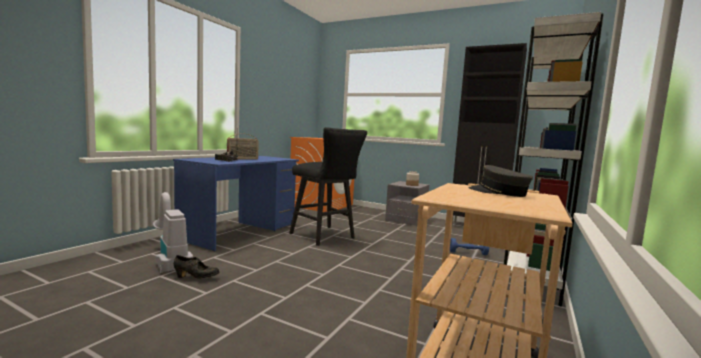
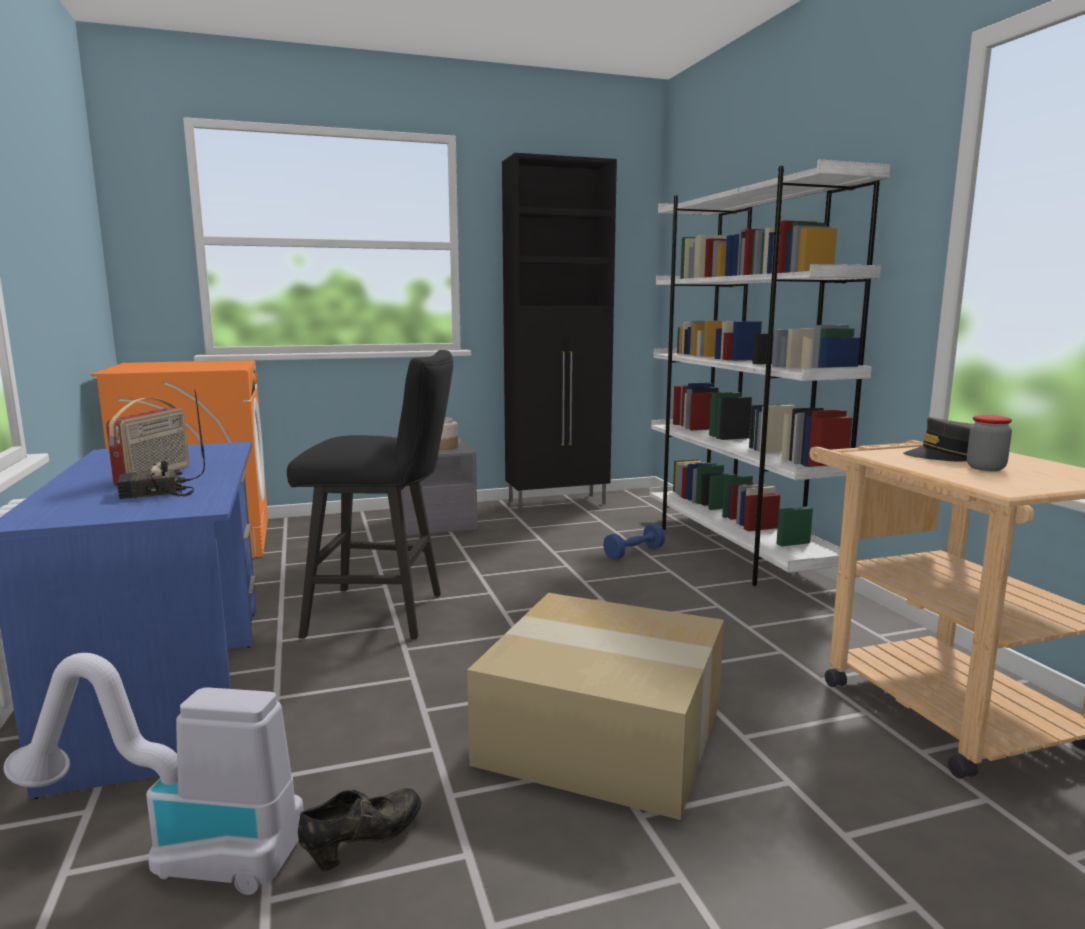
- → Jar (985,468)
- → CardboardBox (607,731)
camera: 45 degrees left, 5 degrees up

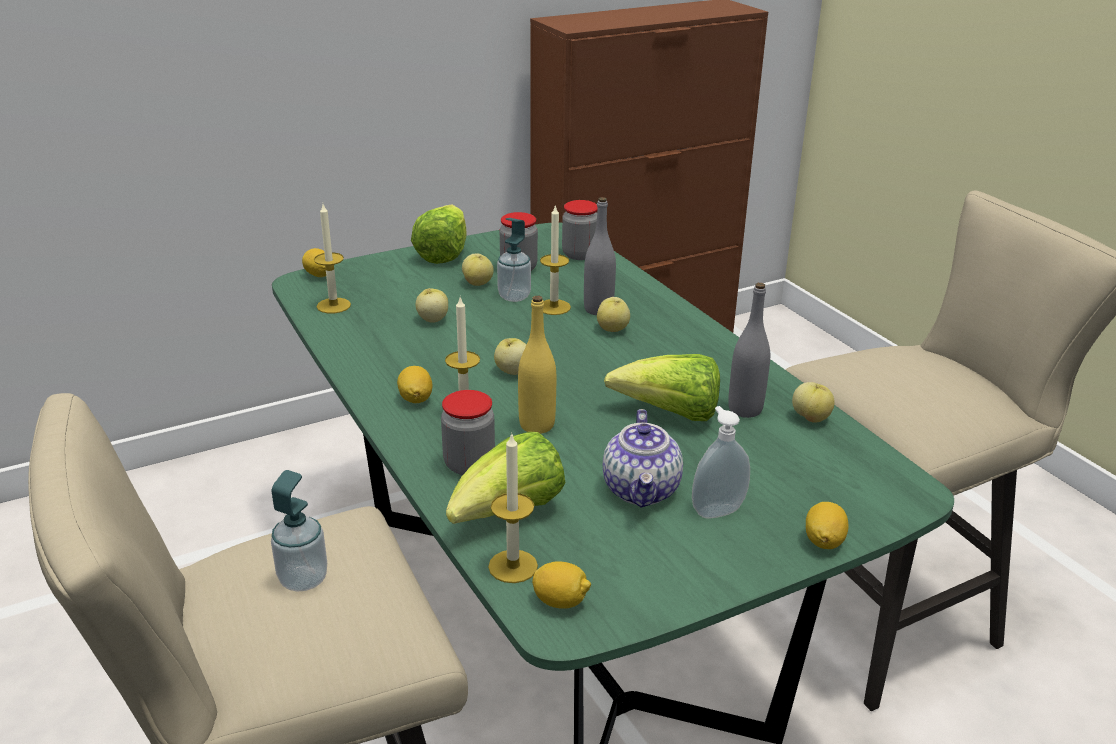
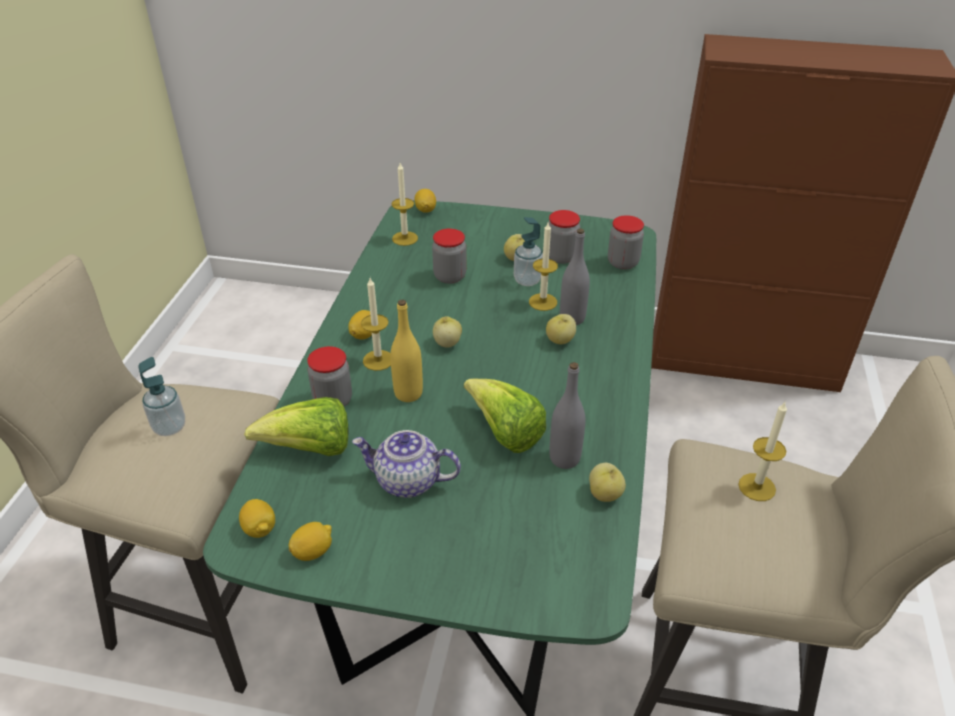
Lettuce (443,253) → -
Apple (432,320) → Jar (449,276)
SoapDispenser (716,510) → -
Teapot (642,490) → Teapot (407,481), 60 degrees clockwise
Candle (513,566) → Candle (757,487), move
Lemon (823,541) → Lemon (313,551), move
camera: 40 degrees right, 10 degrees up

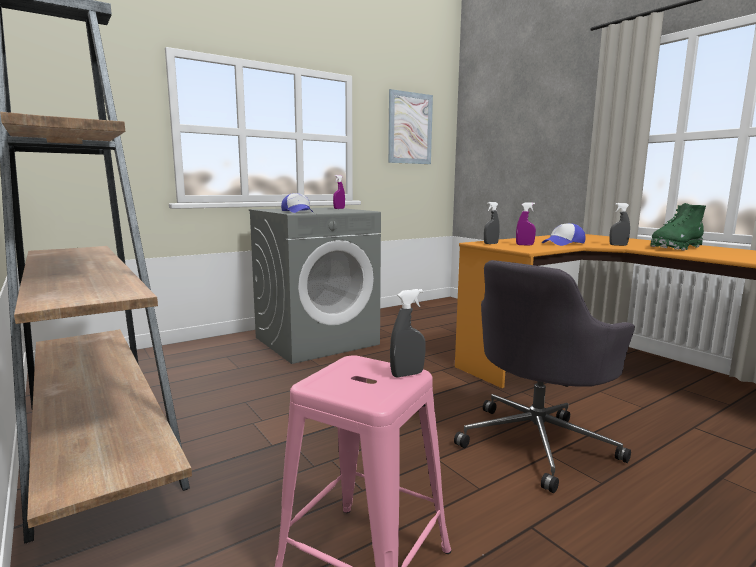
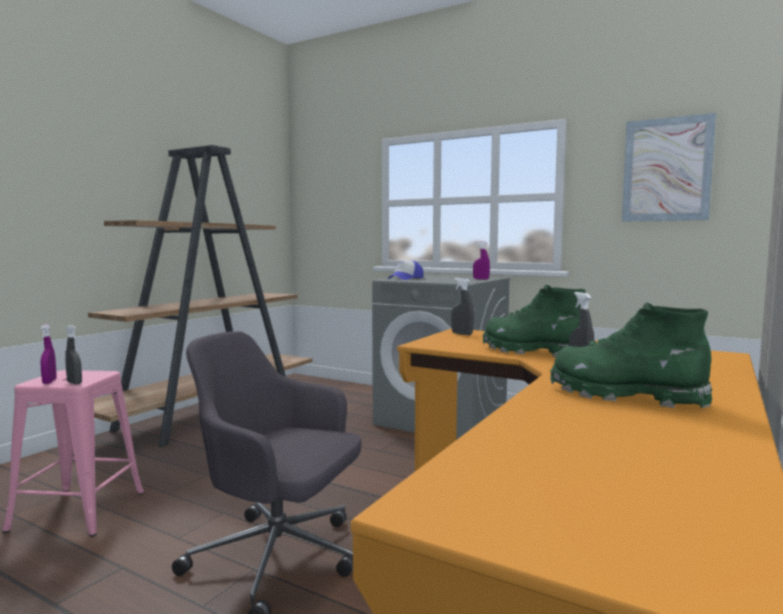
PurpleSprayBottle (524,245) → PurpleSprayBottle (49,382), move
Cap (563,243) → GreenBoot (533,351)
camera: 65 degrees right, 5 degrees down

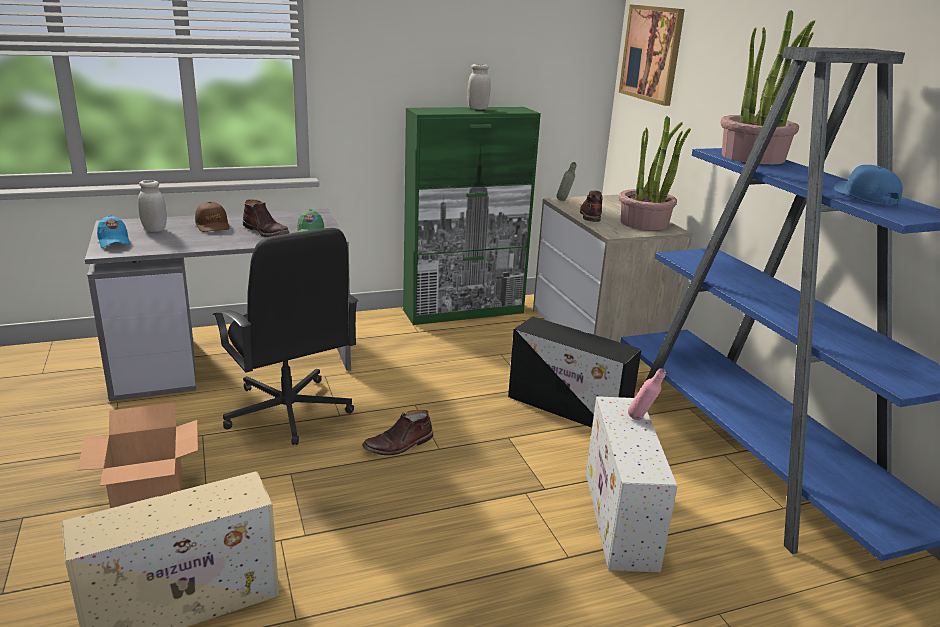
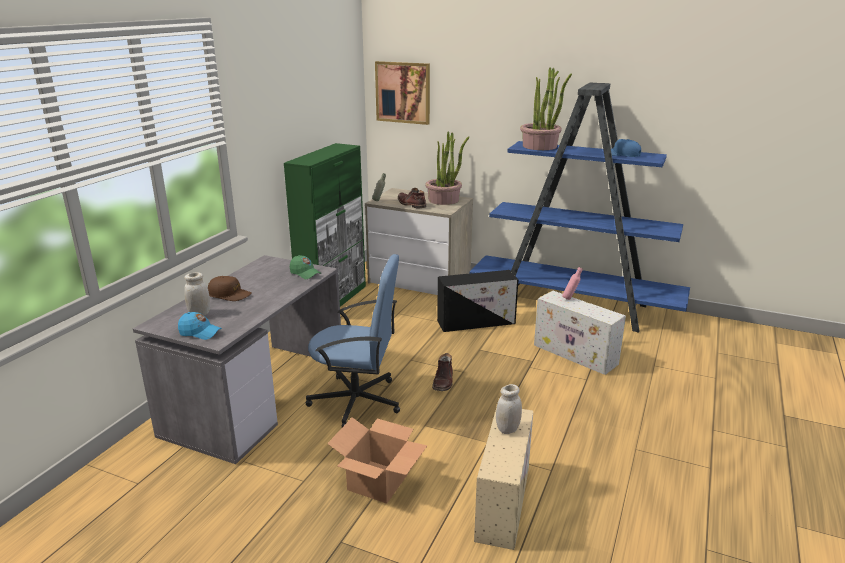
WhiteJar (477,108) → WhiteJar (507,429), move
BrownBoot (267,232) → -
BlackOfficeChair (288,411) → BlueOfficeChair (357,401)
camera: 45 degrees left, 0 degrees up

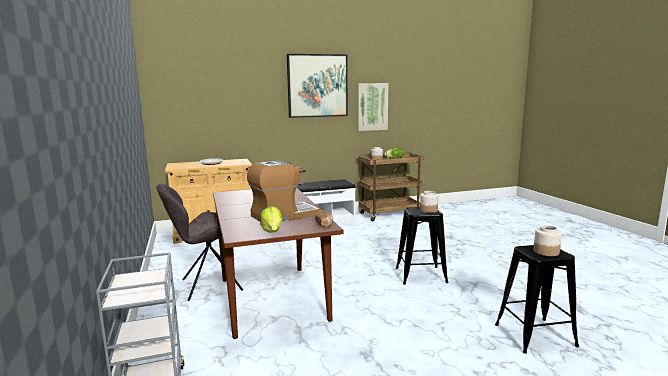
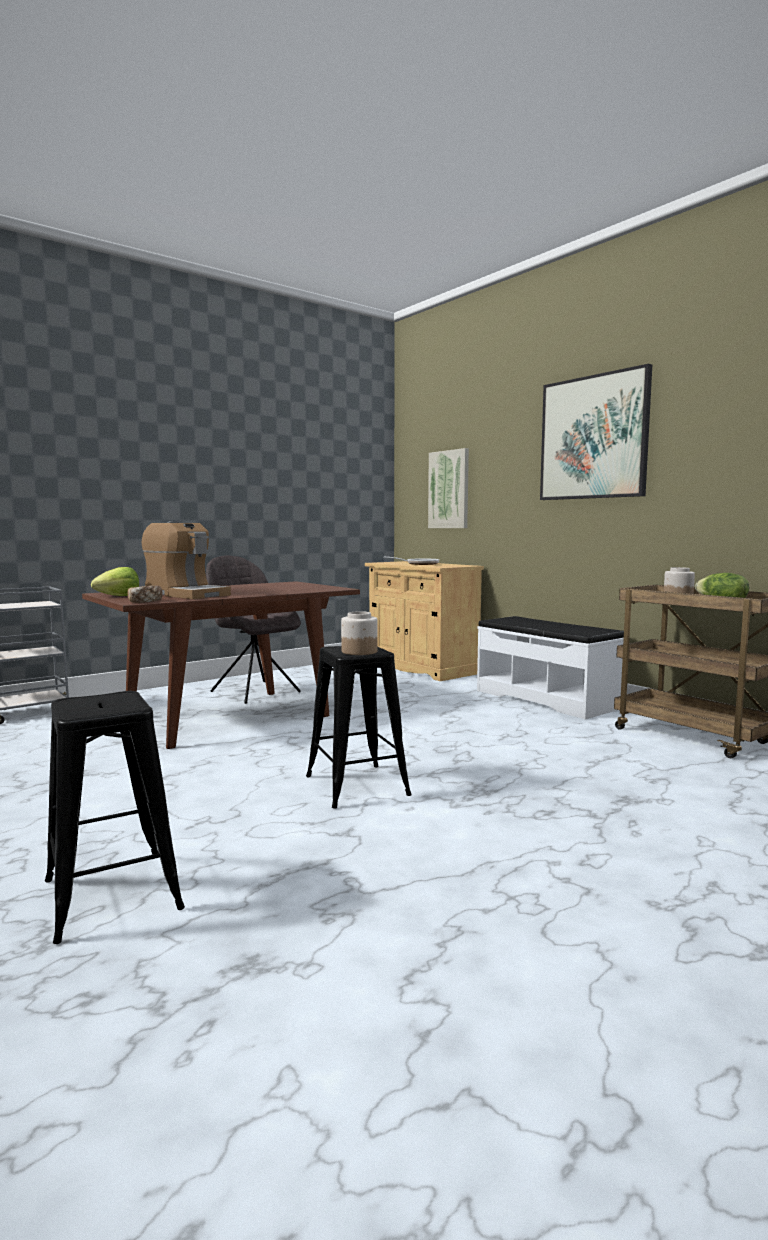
Picture (372,106) → Picture (449,489), move
Jar (546,252) → -
camera: 70 degrees right, 5 degrees down

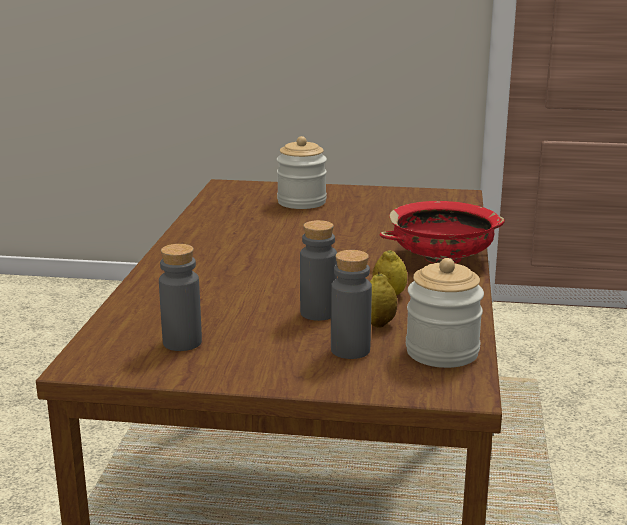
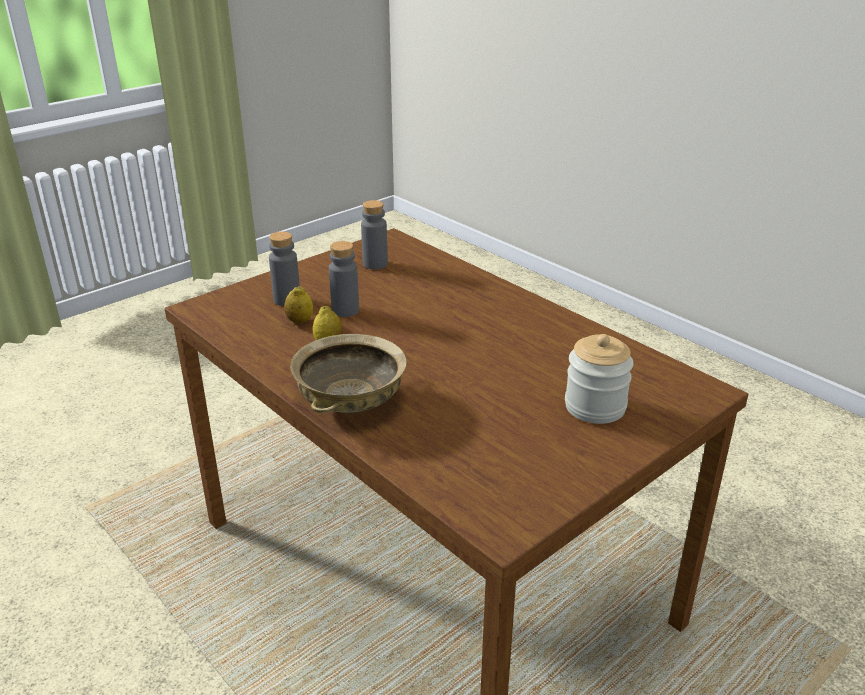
RedBowl (441,258) → BeigeBowl (351,400)
Jar (442,352) → -
camera: 130 degrees right, 10 degrees up

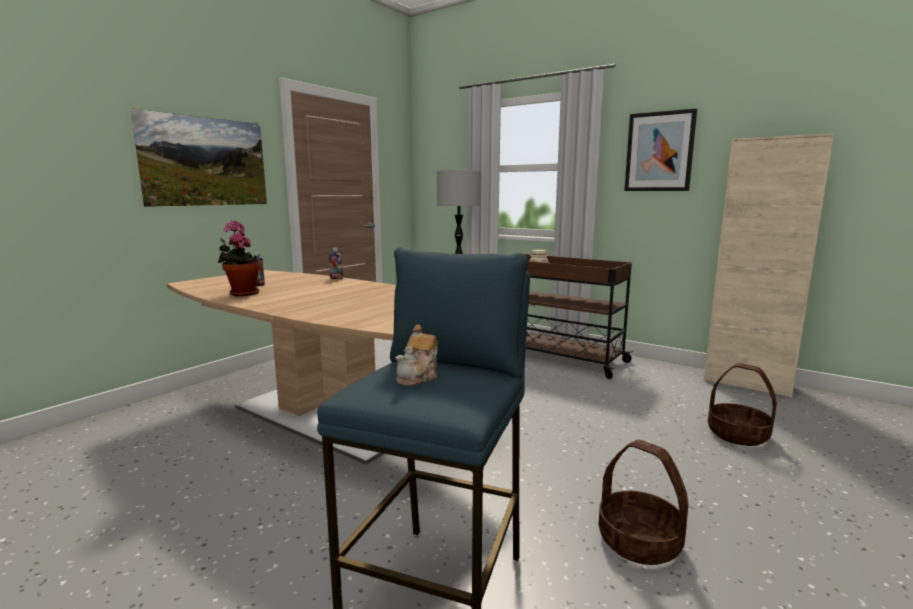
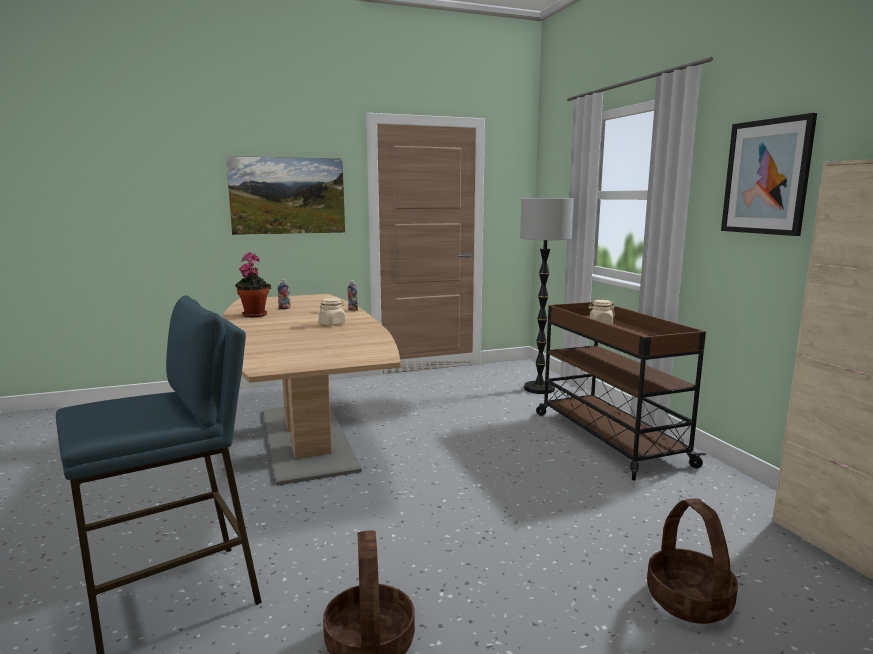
Teapot (419,377) → -
- → BeigeJar (332,324)
camera: 35 degrees right, 0 degrees up

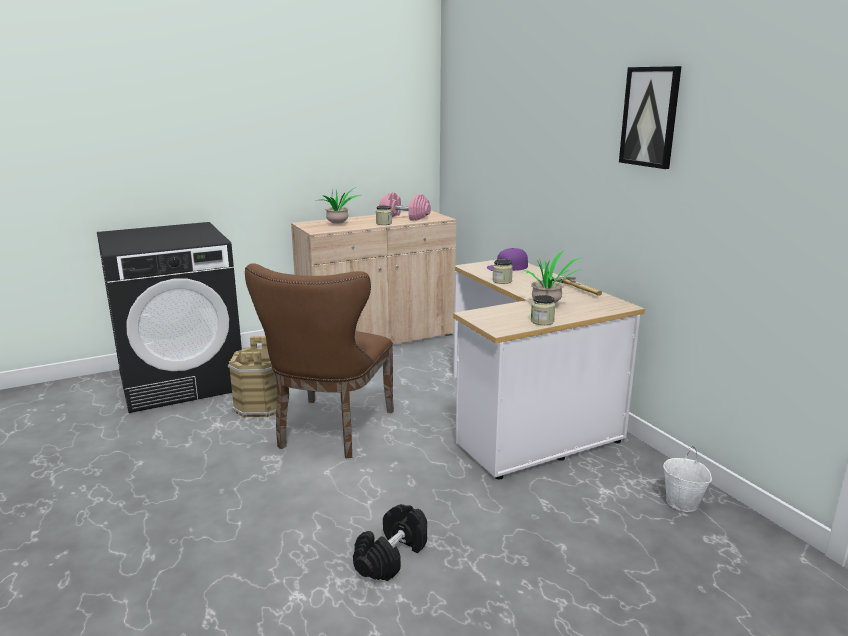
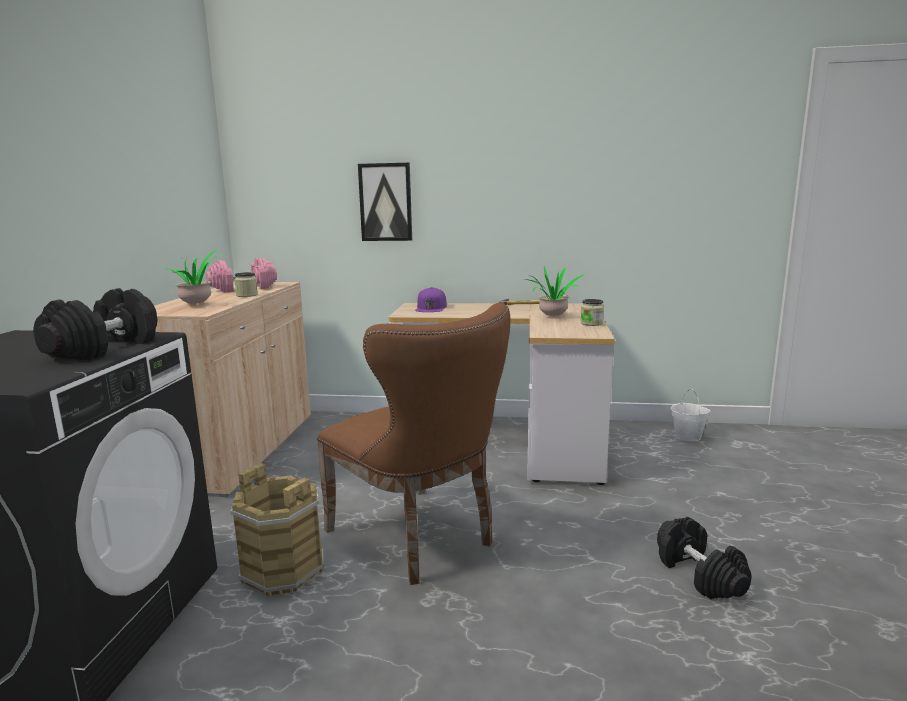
Picture (650,117) → Picture (386,202), move
Jar (502,281) → -
- → BlackDumbbell (104,348)
camera: 55 degrees left, 5 degrees down

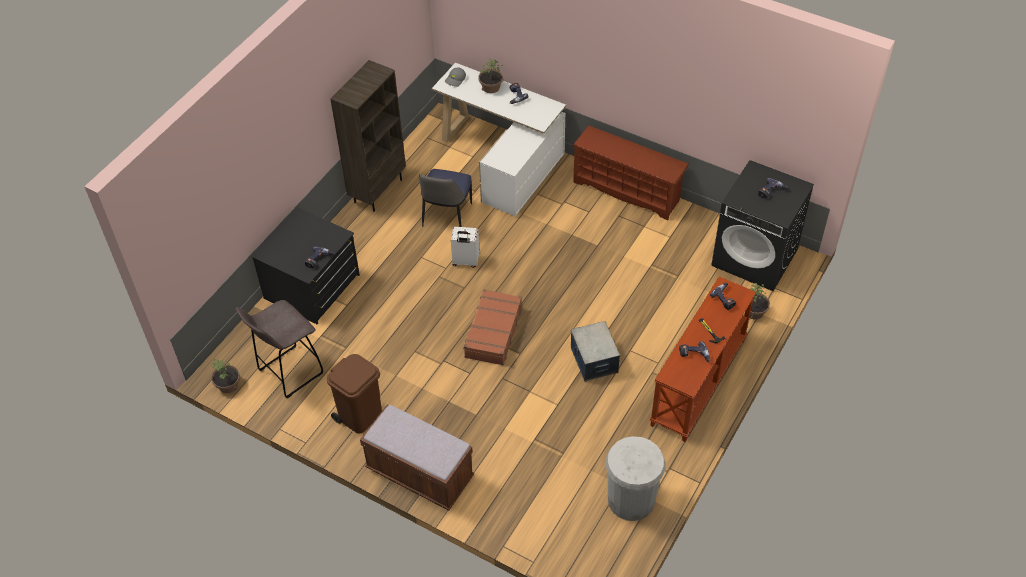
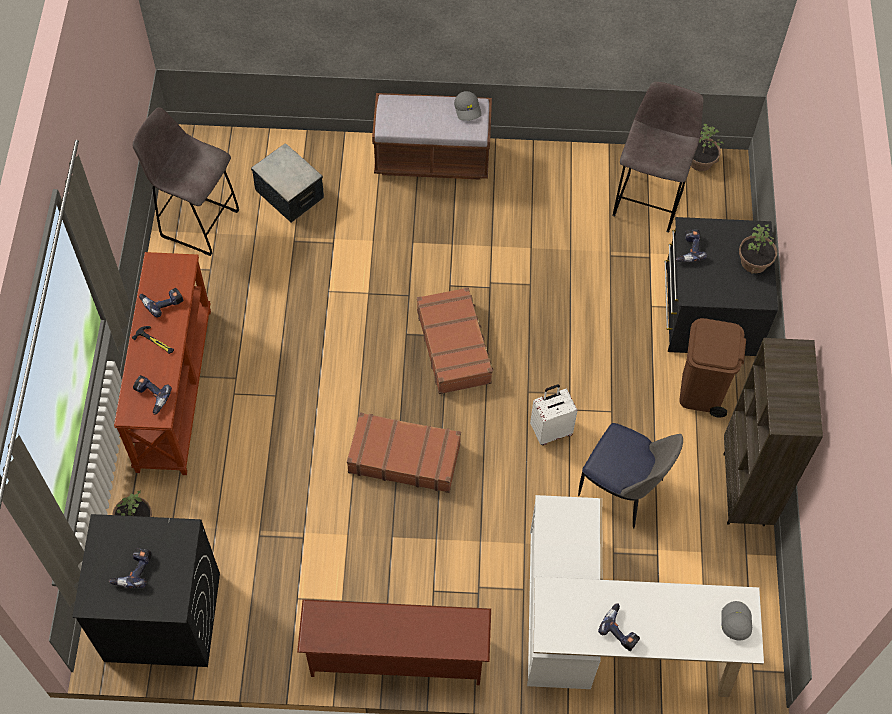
PottedPlant (491,87) → PottedPlant (754,262), move
Chair (447,216) → Chair (622,490), 135 degrees clockwise
StorageBox (593,360) → StorageBox (290,194), move
BrownTrashCan (360,415) → BrownTrashCan (701,391), move
WhiteTrashCan (631,500) → GreyStool (197,223)
- → GreyCap (468,109)
- → BrownSuitcase (404,457)
camera: 150 degrees right, 10 degrees up

